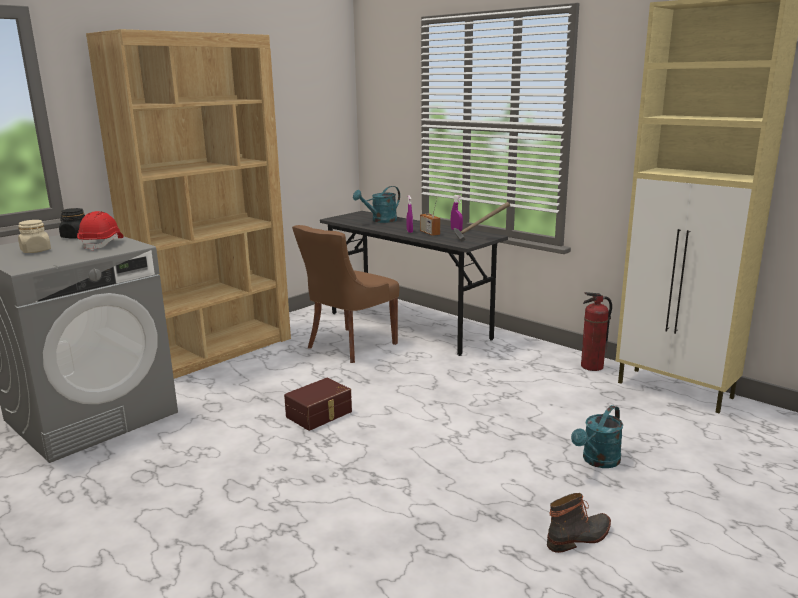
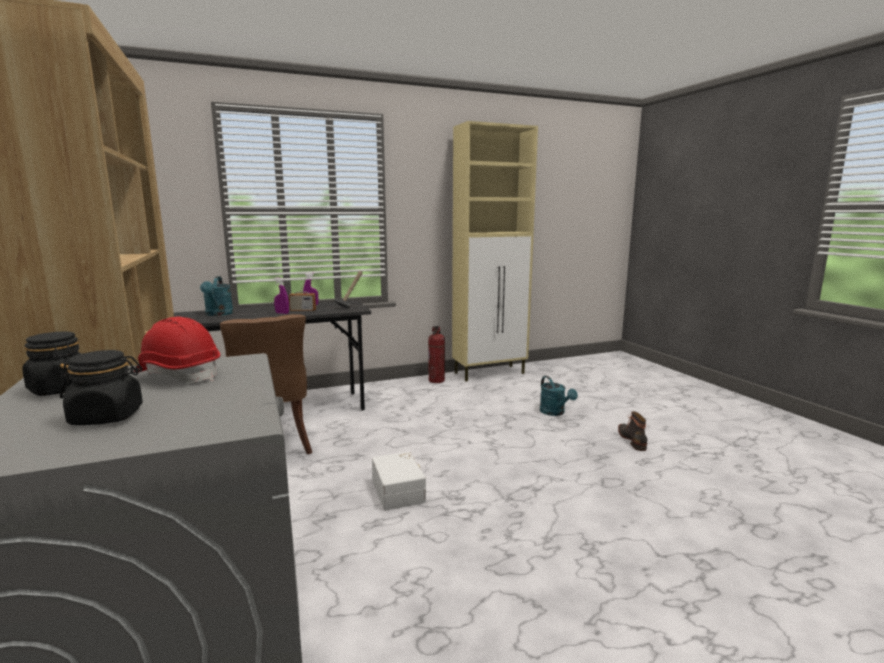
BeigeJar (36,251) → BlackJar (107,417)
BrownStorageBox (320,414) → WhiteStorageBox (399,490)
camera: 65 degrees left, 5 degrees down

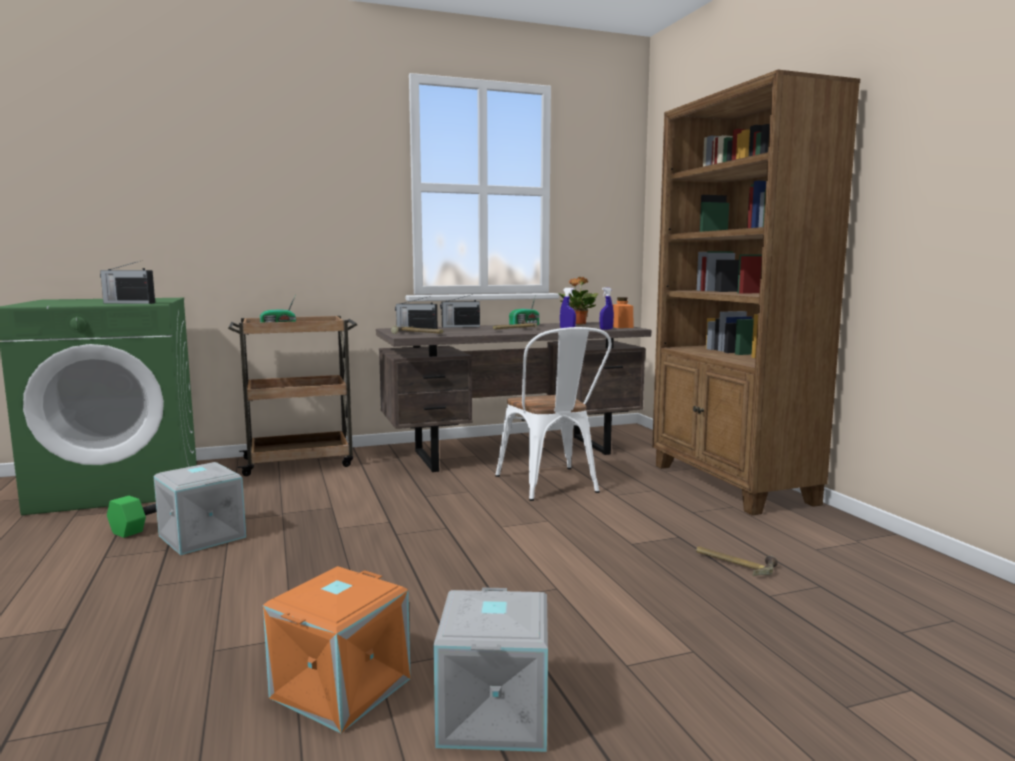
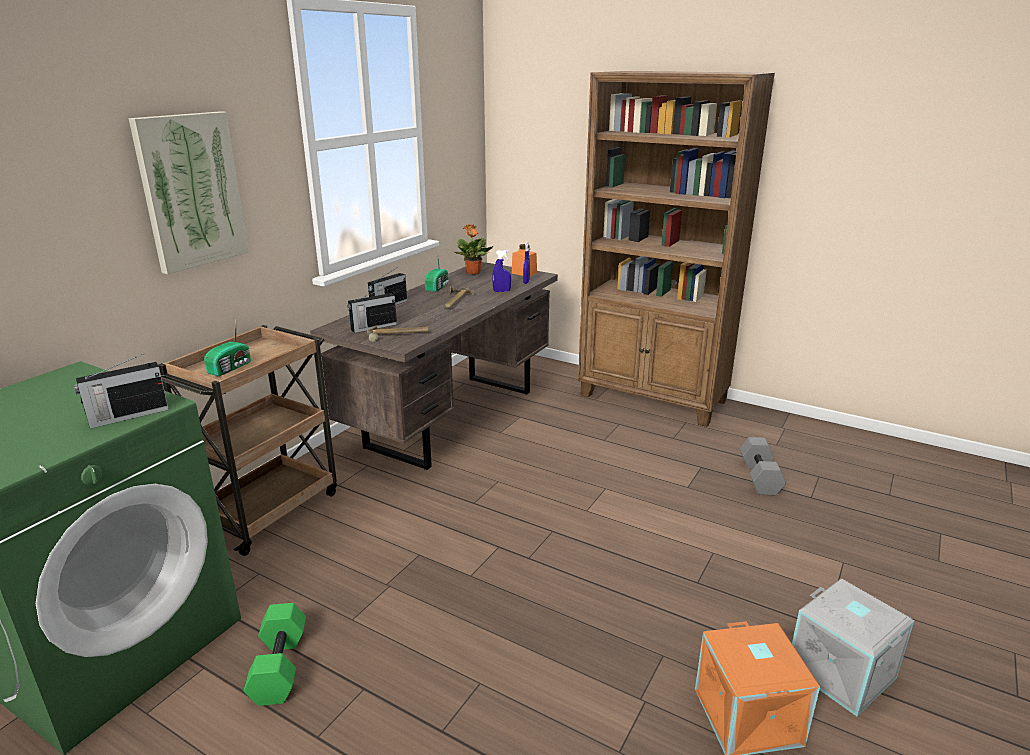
WhiteChair (552,486) → -
GreyStorageBox (200,537) → -
Hammer (734,563) → GreyDumbbell (761,478)
- → Picture (191,191)
camera: 40 degrees left, 15 degrees up

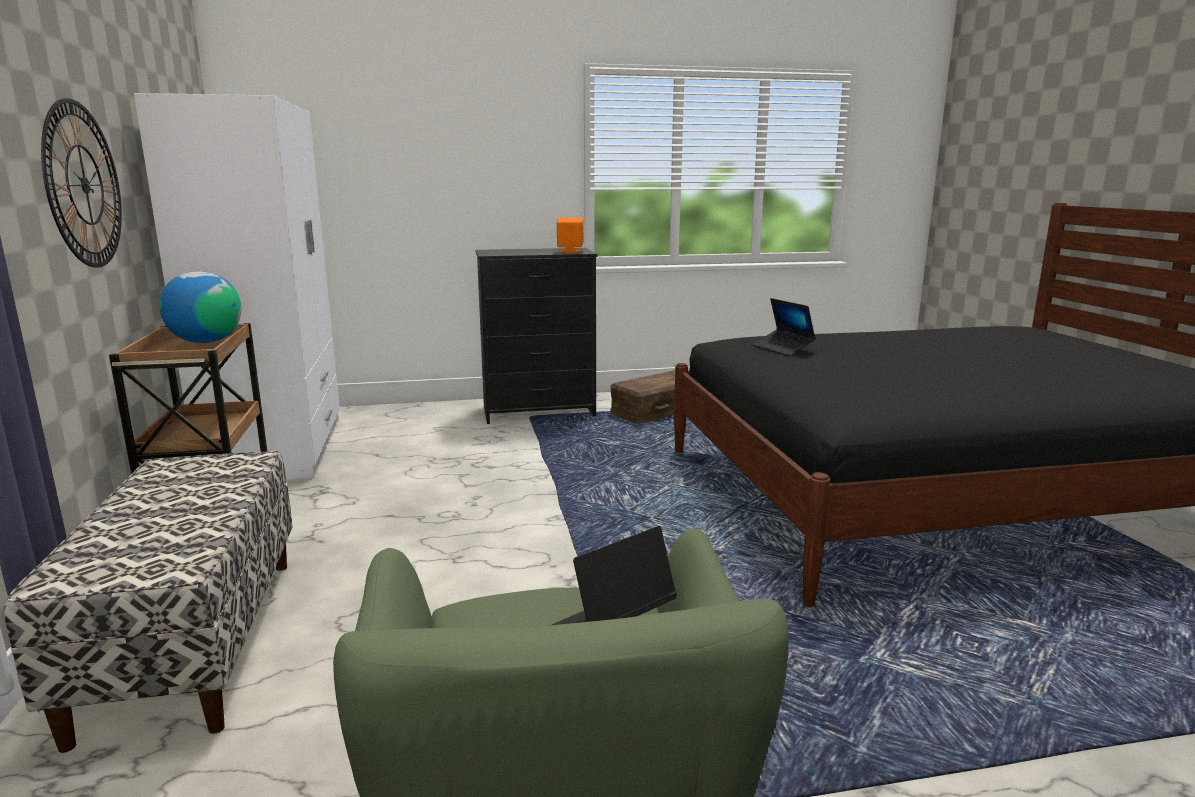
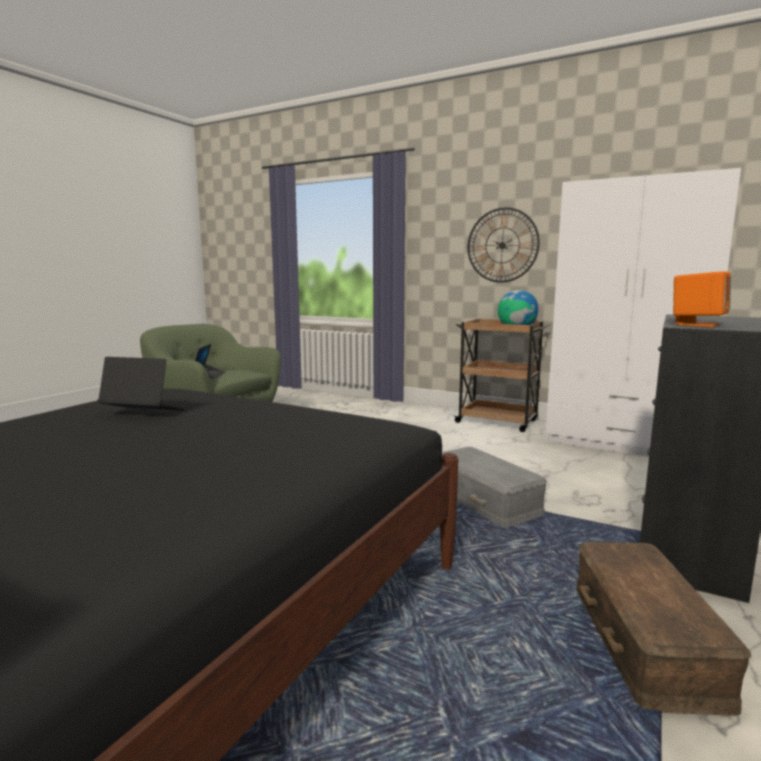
Laptop (782,348) → Laptop (143,413), move
Bench (193,641) → -
- → GreyStorageBox (486,500)
camera: 130 degrees right, 5 degrees down

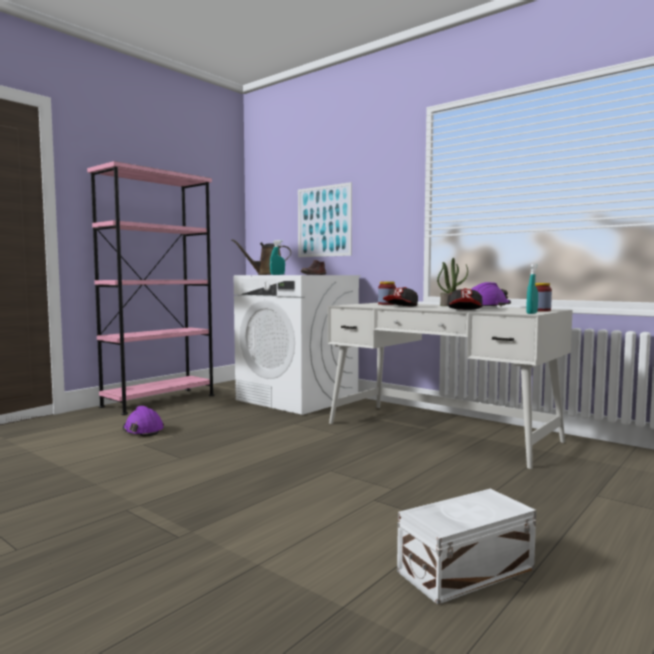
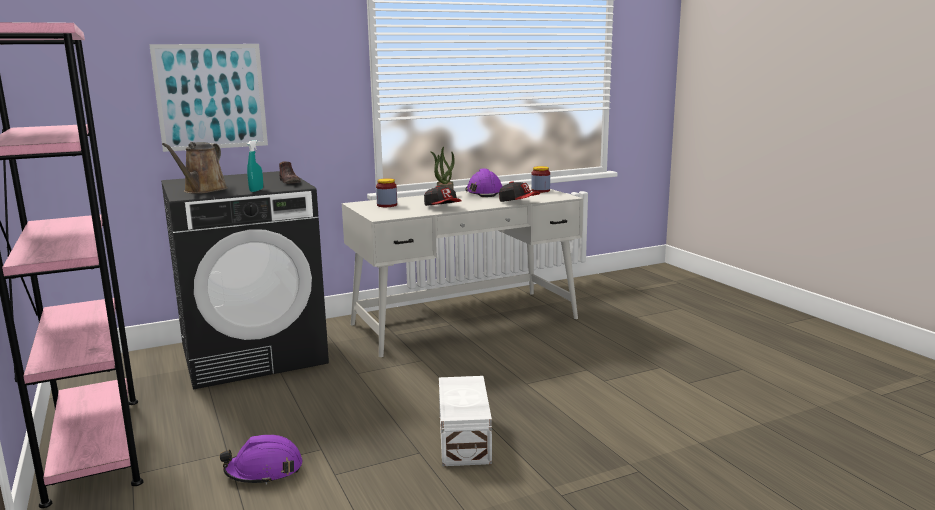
TurquoiseSprayBottle (531,313) → -
WhiteWashingMachine (298,399) → BlackWashingMachine (254,353)
WhiteStorageBox (463,570) → WhiteStorageBox (462,440), move
camera: 65 degrees left, 10 degrees up

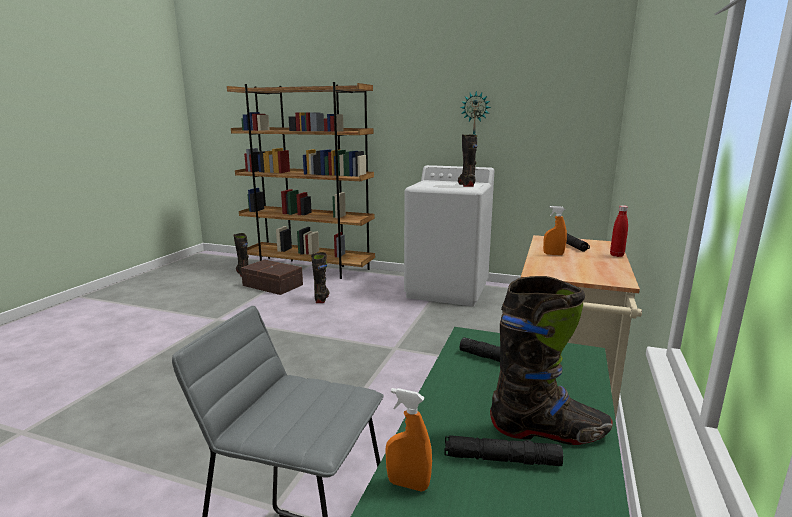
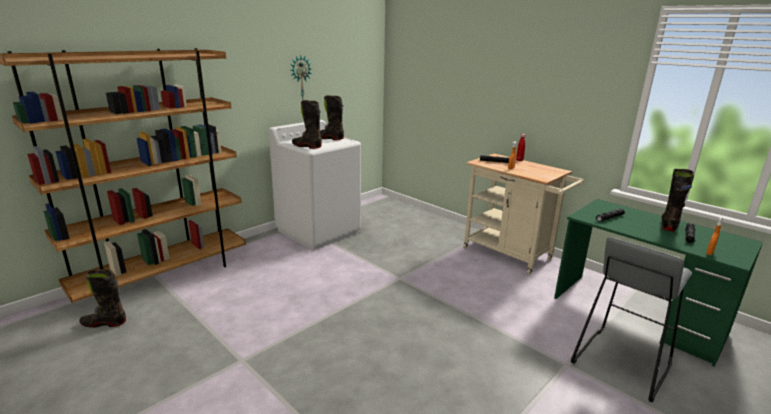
BlackBoot (322,298) → BlackBoot (307,146), move
BrownStorageBox (272,285) → -
camera: 65 degrees left, 5 degrees up

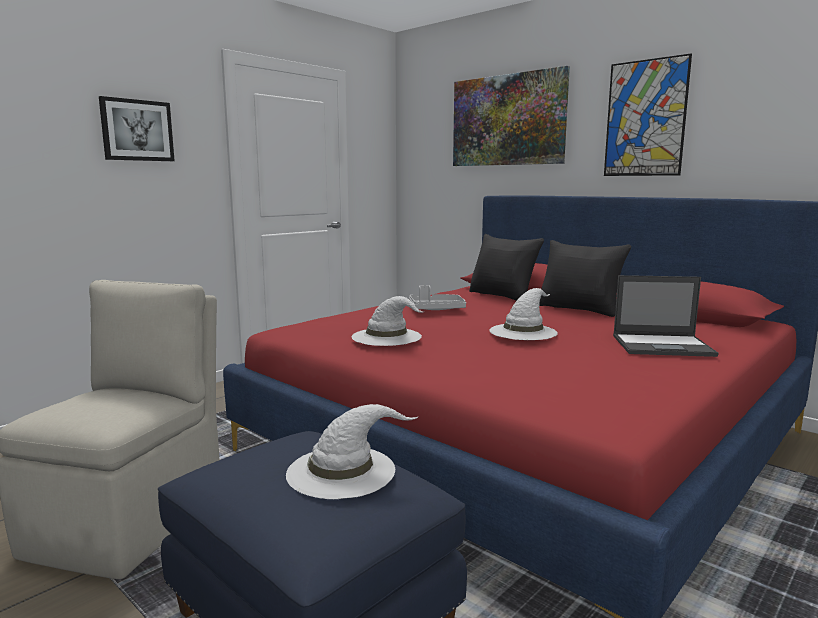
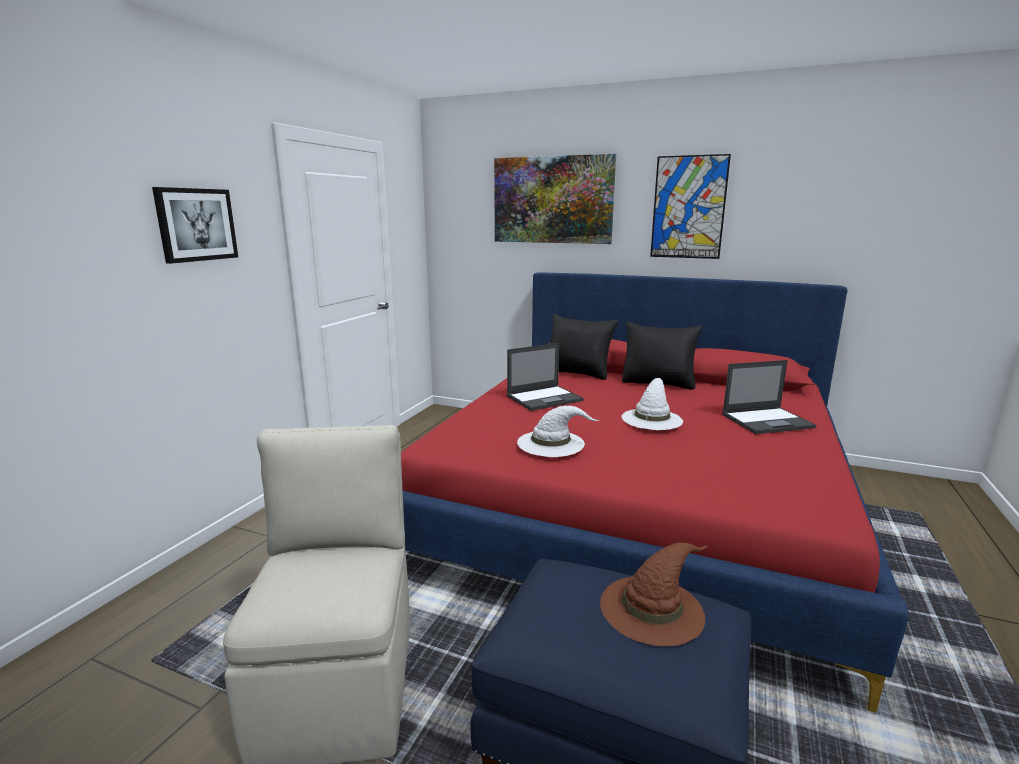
GreyTray (436,309) → Laptop (545,398)
WhiteHat (343,470) → BrownHat (652,608)
camera: 20 degrees left, 5 degrees up

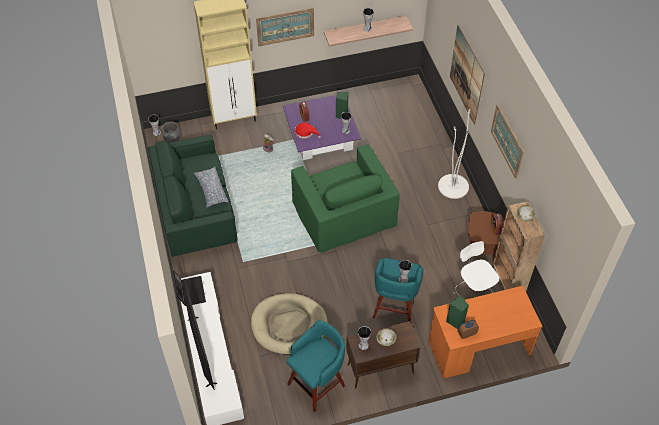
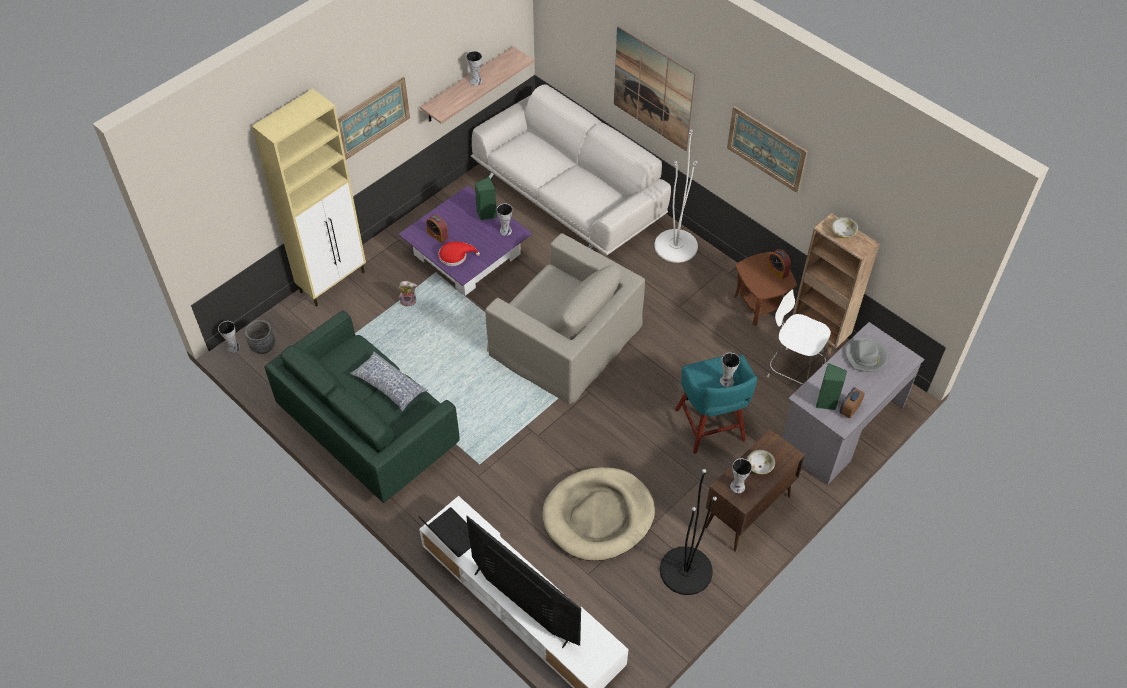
GreenArmchair (344,212) → BeigeArmchair (565,339)
OrangeDesk (478,348) → GreyDesk (841,428)
TurquoiseStool (317,384) → BlackFloorLamp (686,570)
- → WhiteSofa (569,197)
- → GreyHat (865,356)
camera: 30 degrees left, 0 degrees up

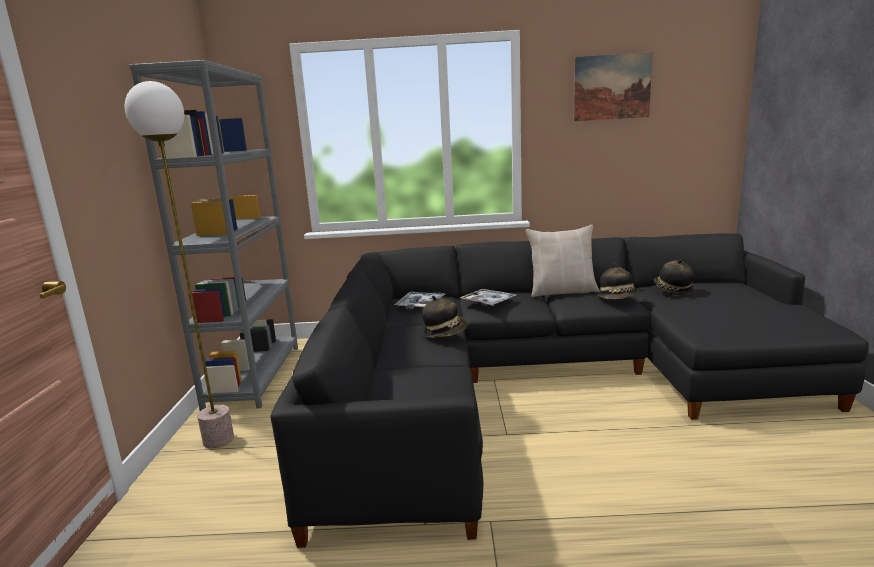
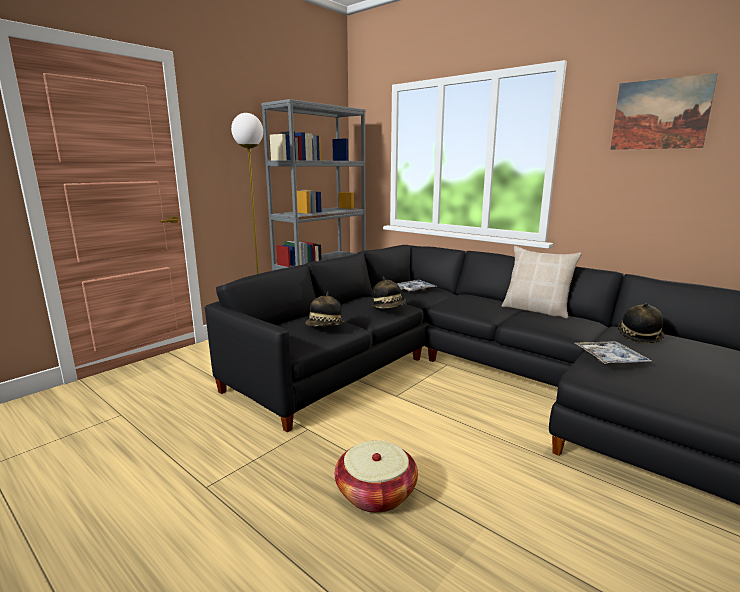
Hat (618,298) → Hat (325,327), move
Tray (488,302) → Tray (610,359), move
- → Basket (375,493)
camera: 40 degrees right, 0 degrees up

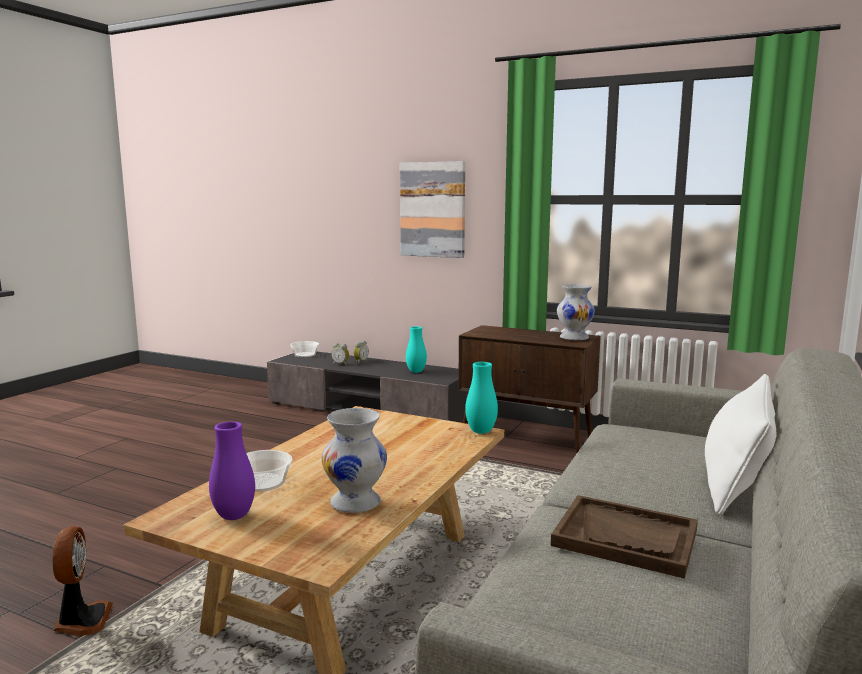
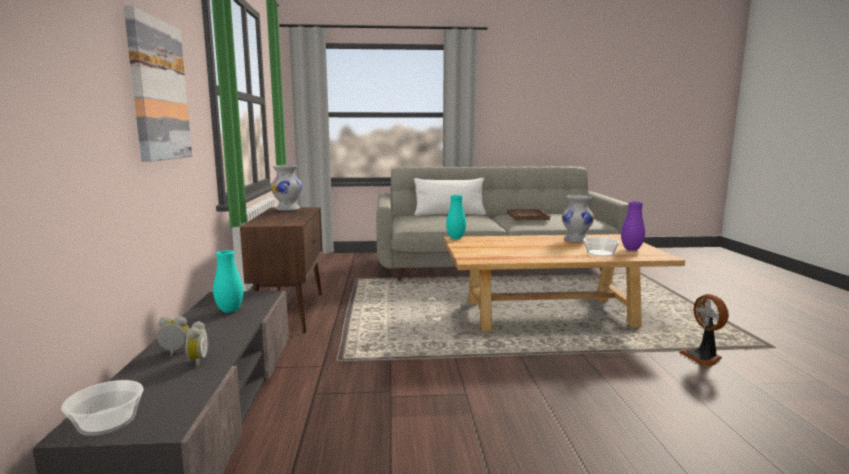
Fan (82,621) → Fan (703,357), 60 degrees counterclockwise
camera: 120 degrees left, 0 degrees up

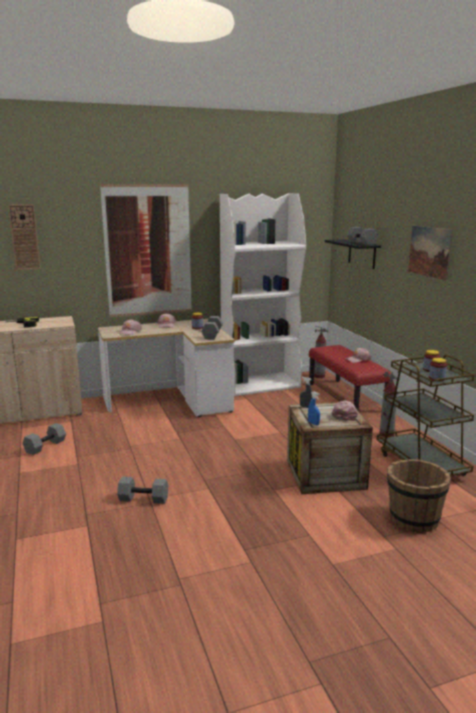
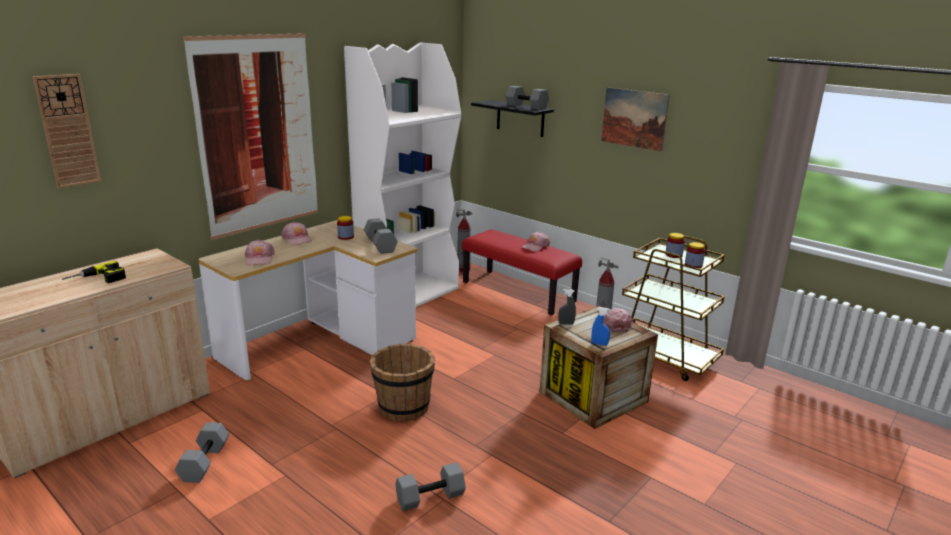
BrownBucket (413,519) → BrownBucket (403,407), move
camera: 30 degrees left, 5 degrees up

